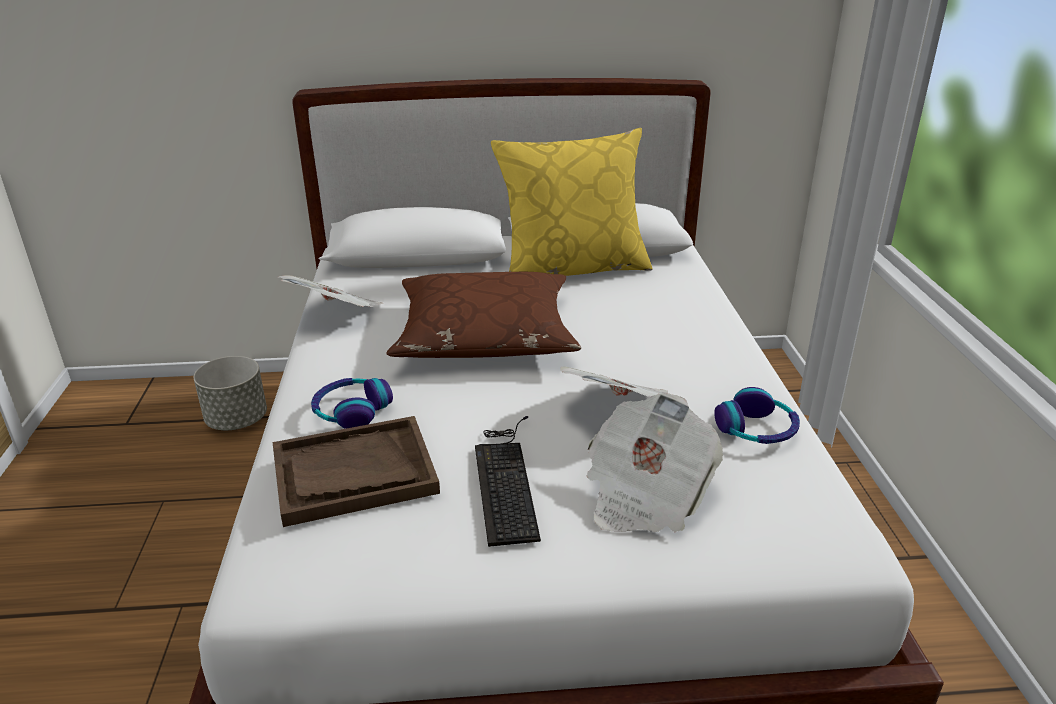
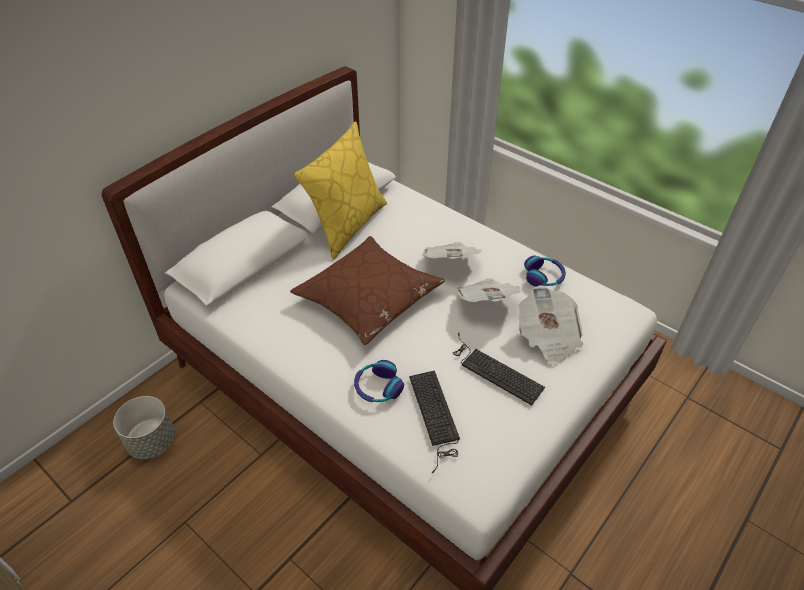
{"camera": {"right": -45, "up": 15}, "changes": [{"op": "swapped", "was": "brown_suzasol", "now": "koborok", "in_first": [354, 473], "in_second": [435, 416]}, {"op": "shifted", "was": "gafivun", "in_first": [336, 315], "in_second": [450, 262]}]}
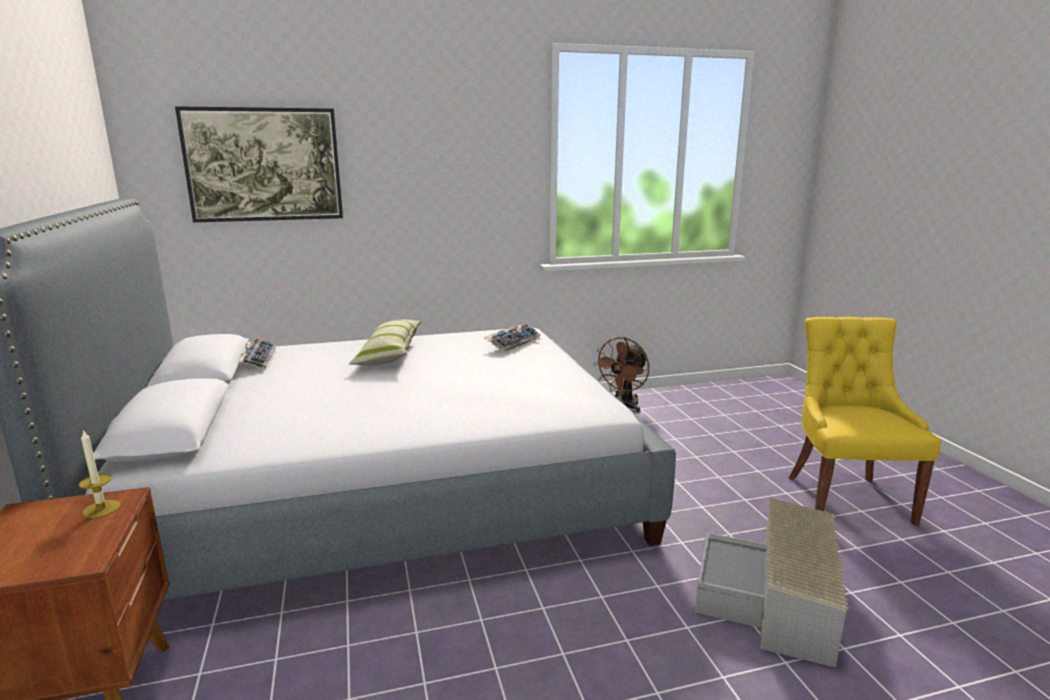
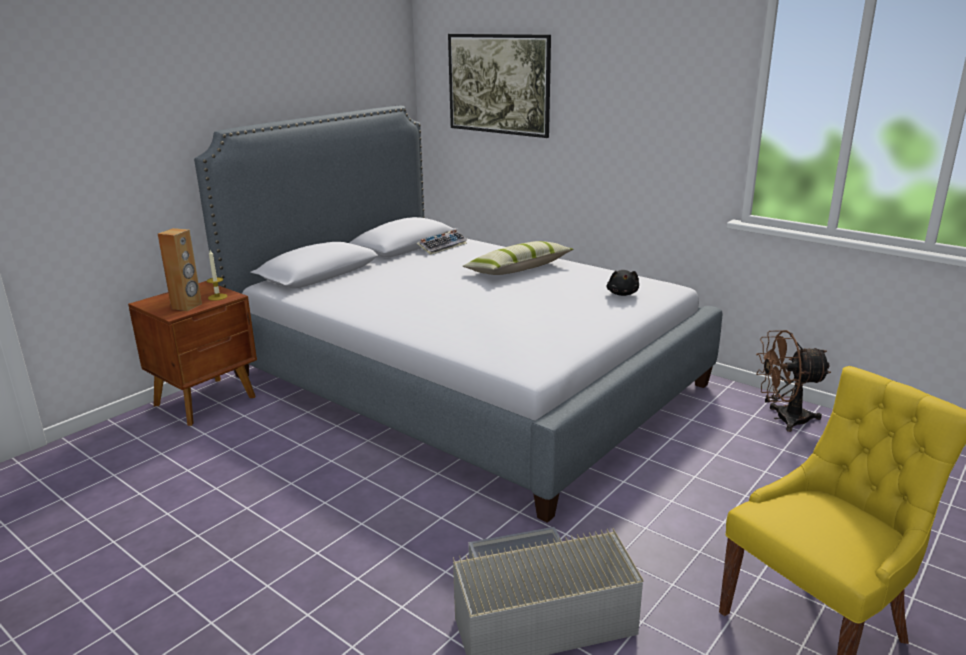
{"camera": {"right": 55, "up": 5}, "changes": [{"op": "swapped", "was": "koborok", "now": "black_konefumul", "in_first": [513, 343], "in_second": [622, 294]}, {"op": "new", "now": "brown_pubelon", "in_second": [187, 306]}]}
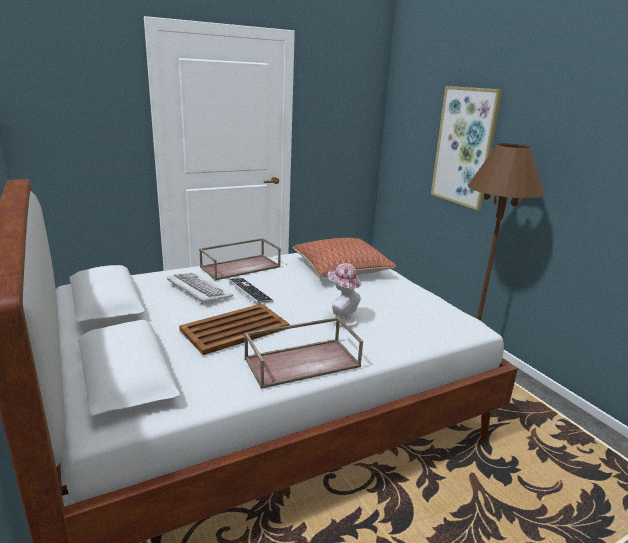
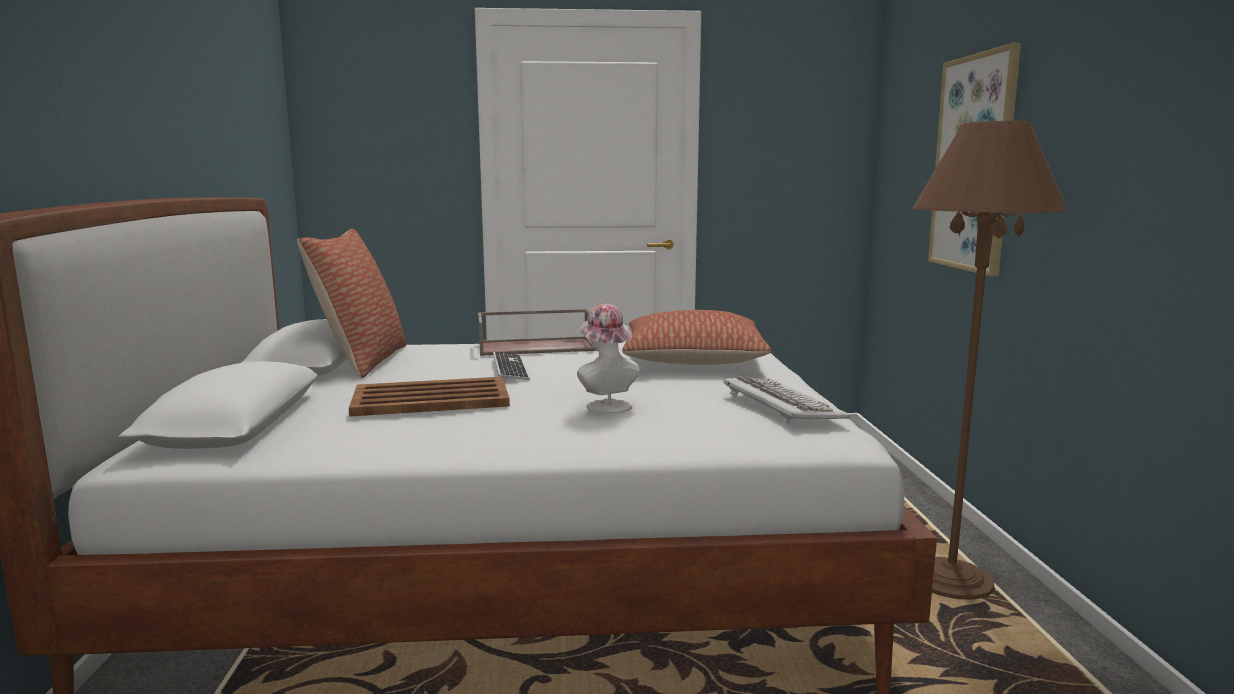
{"camera": {"right": 25, "up": -10}, "changes": [{"op": "shifted", "was": "koborok", "in_first": [198, 290], "in_second": [780, 405]}, {"op": "gone", "was": "brown_suzasol", "in_first": [303, 361]}, {"op": "new", "now": "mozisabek", "in_second": [362, 361]}]}
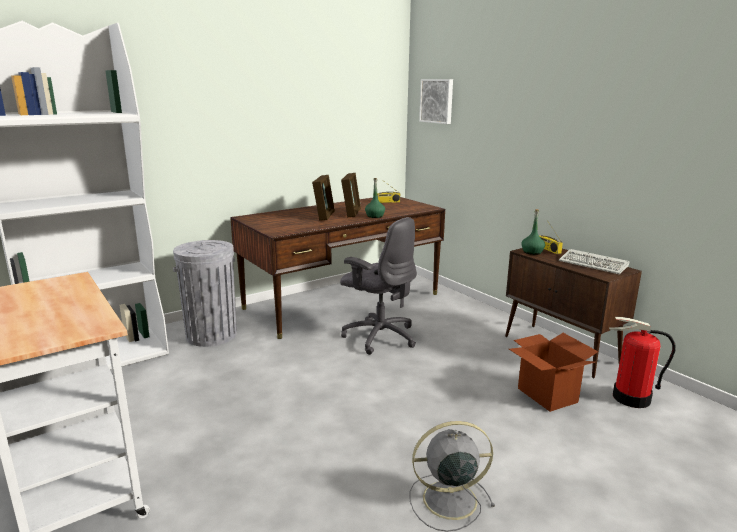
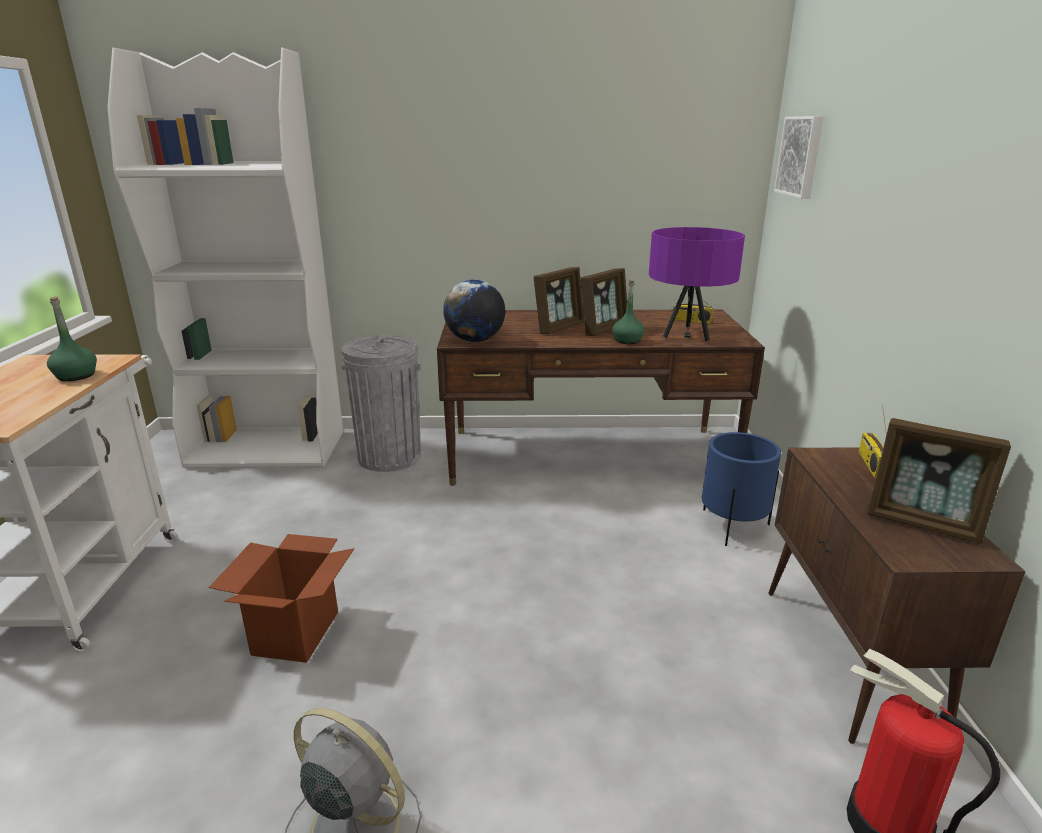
{"camera": {"right": 35, "up": 5}, "changes": [{"op": "gone", "was": "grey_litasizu", "in_first": [379, 336]}, {"op": "shifted", "was": "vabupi", "in_first": [547, 395], "in_second": [296, 632]}, {"op": "shifted", "was": "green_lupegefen", "in_first": [532, 252], "in_second": [76, 376]}, {"op": "swapped", "was": "koborok", "now": "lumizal", "in_first": [594, 264], "in_second": [923, 523]}, {"op": "new", "now": "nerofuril", "in_second": [475, 340]}, {"op": "new", "now": "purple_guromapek", "in_second": [687, 334]}, {"op": "new", "now": "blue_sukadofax", "in_second": [732, 526]}]}
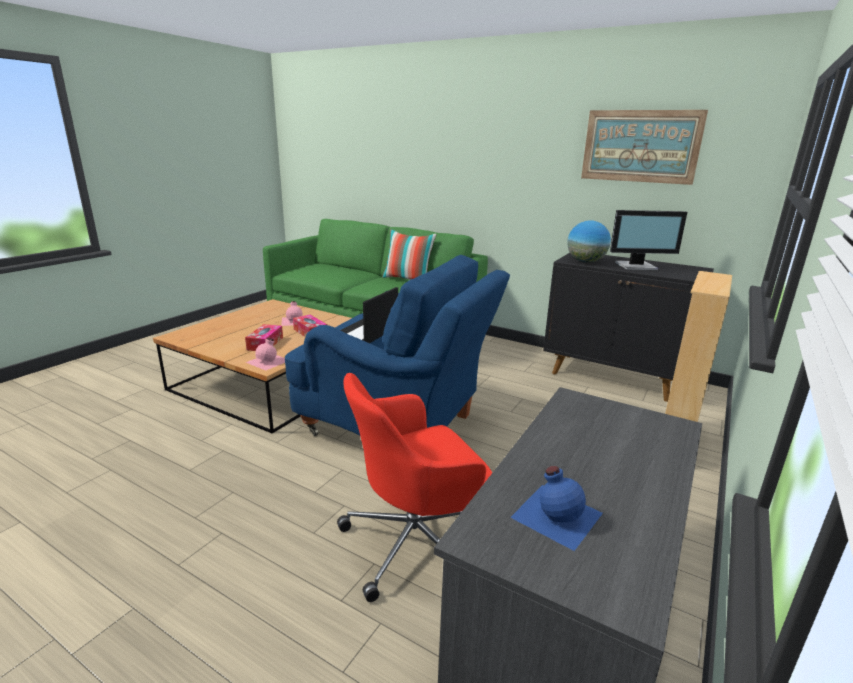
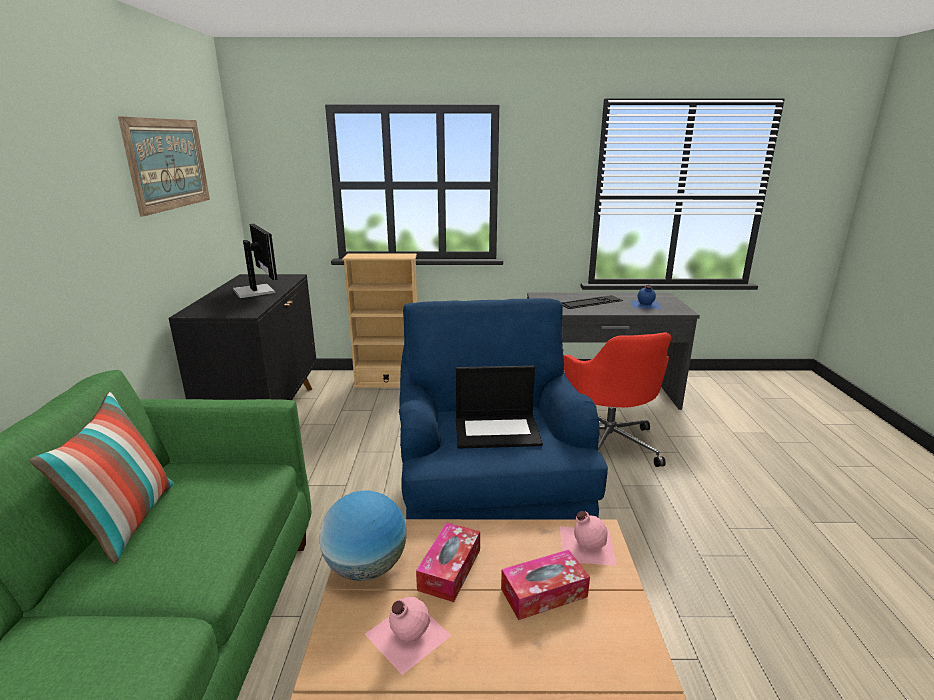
{"camera": {"right": -120, "up": 0}, "changes": [{"op": "rotated", "was": "red_litasizu", "in_first": [416, 543], "in_second": [608, 444], "clockwise": 45}, {"op": "shifted", "was": "nerofuril", "in_first": [585, 262], "in_second": [366, 568]}, {"op": "new", "now": "koborok", "in_second": [591, 302]}]}
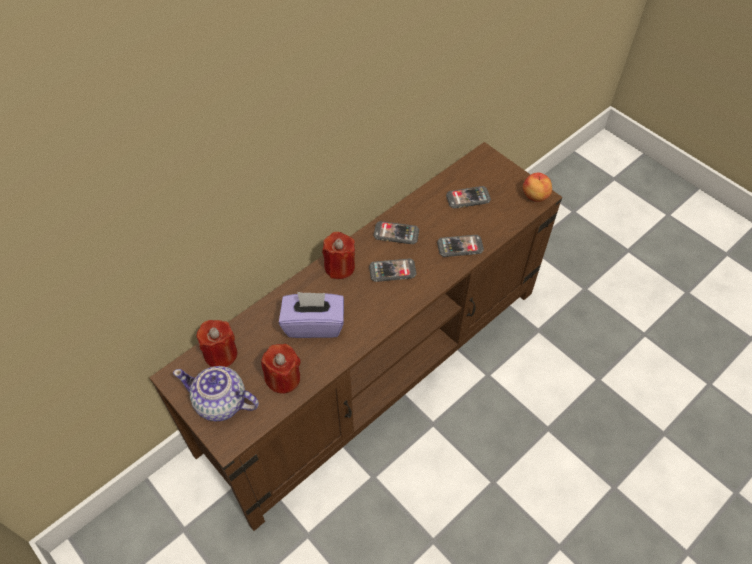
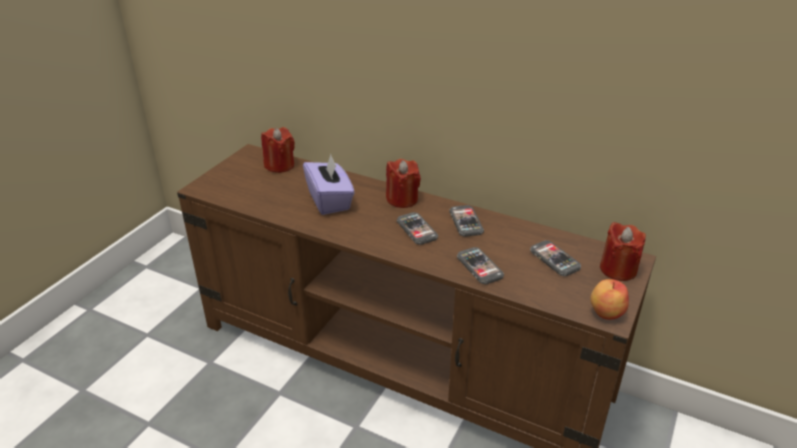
{"camera": {"right": 70, "up": -20}, "changes": [{"op": "gone", "was": "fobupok", "in_first": [221, 403]}, {"op": "shifted", "was": "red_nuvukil", "in_first": [283, 378], "in_second": [618, 269]}]}
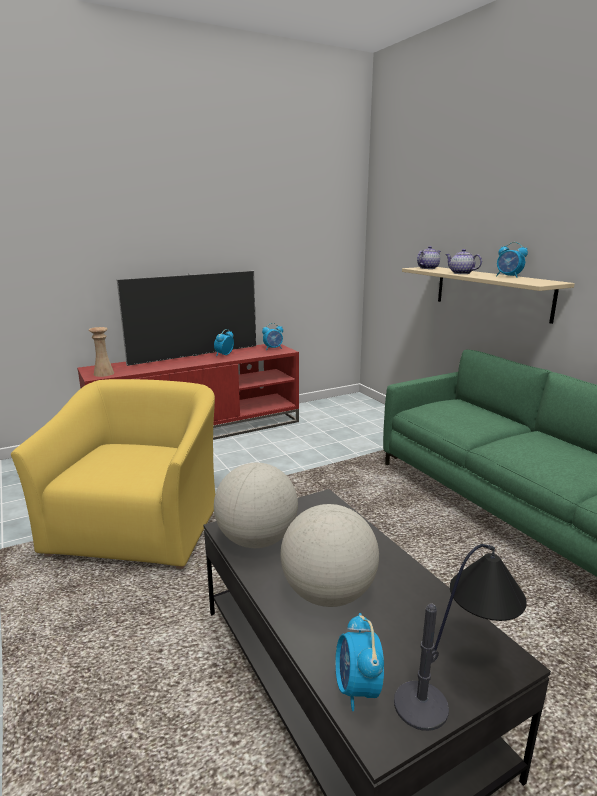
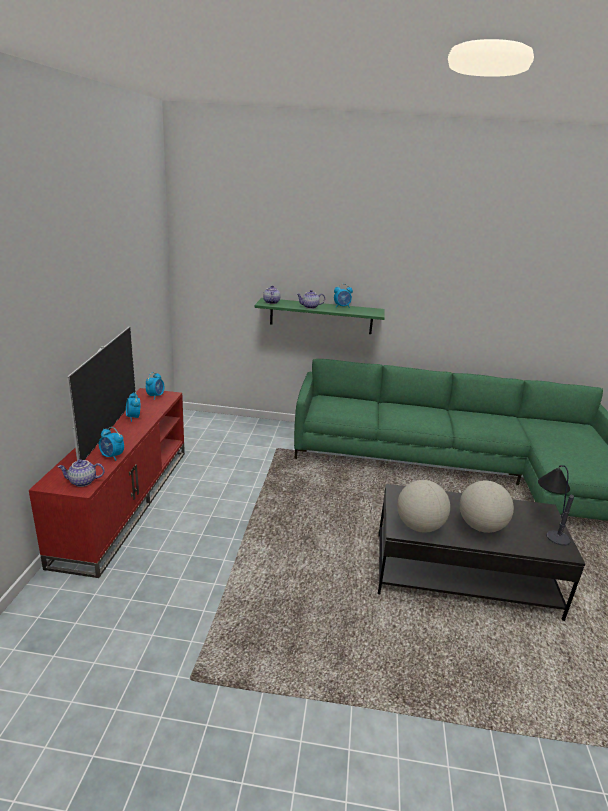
{"camera": {"right": -55, "up": 5}, "changes": [{"op": "gone", "was": "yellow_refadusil", "in_first": [139, 527]}, {"op": "swapped", "was": "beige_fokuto", "now": "fobupok", "in_first": [104, 373], "in_second": [82, 482]}, {"op": "shifted", "was": "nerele", "in_first": [357, 689], "in_second": [112, 456]}, {"op": "repainted", "was": "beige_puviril", "now": "green_puviril", "in_first": [491, 292], "in_second": [321, 316]}]}
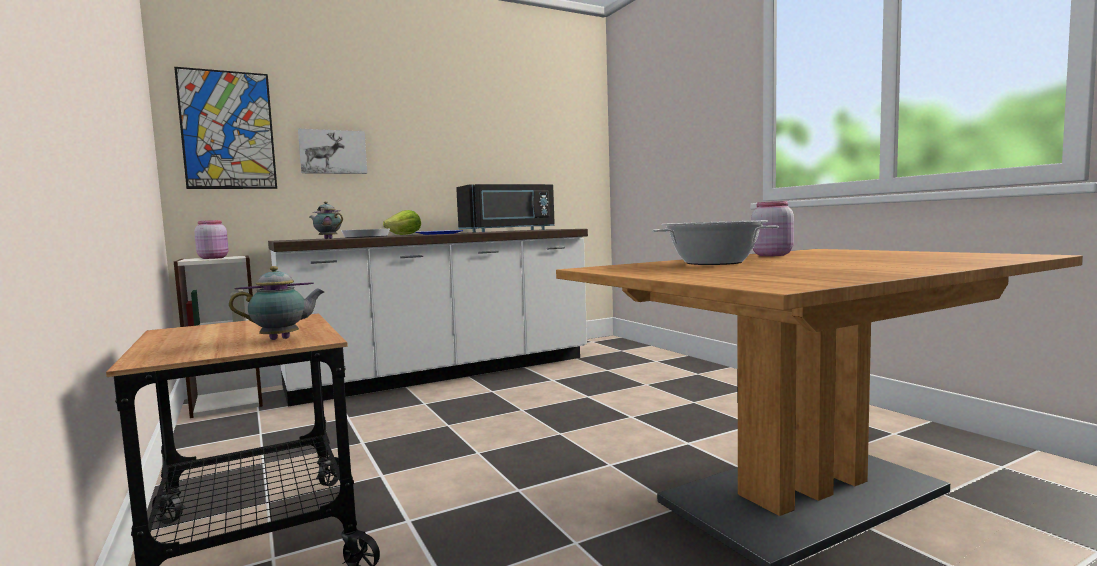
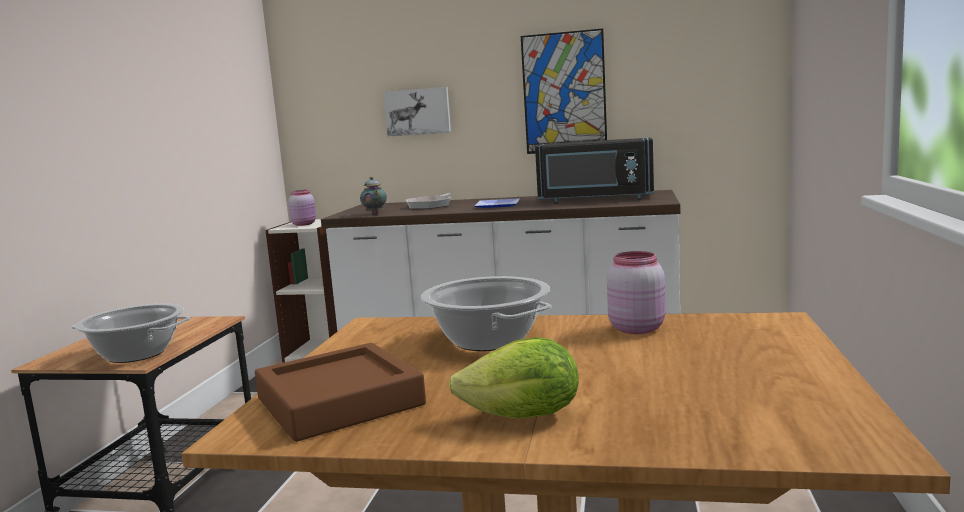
{"camera": {"right": 40, "up": 5}, "changes": [{"op": "shifted", "was": "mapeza", "in_first": [228, 130], "in_second": [564, 92]}, {"op": "swapped", "was": "fobupok", "now": "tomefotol", "in_first": [283, 339], "in_second": [136, 354]}, {"op": "shifted", "was": "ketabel", "in_first": [405, 235], "in_second": [524, 417]}, {"op": "new", "now": "brown_suzasol", "in_second": [339, 402]}]}
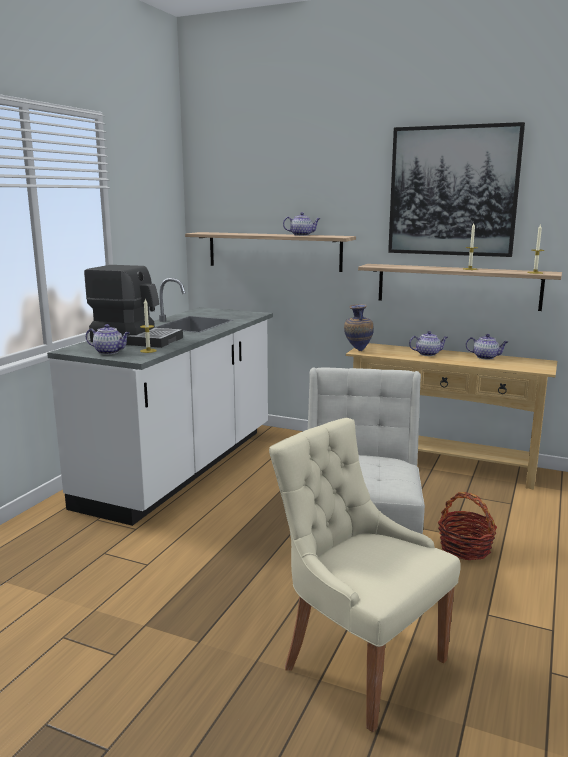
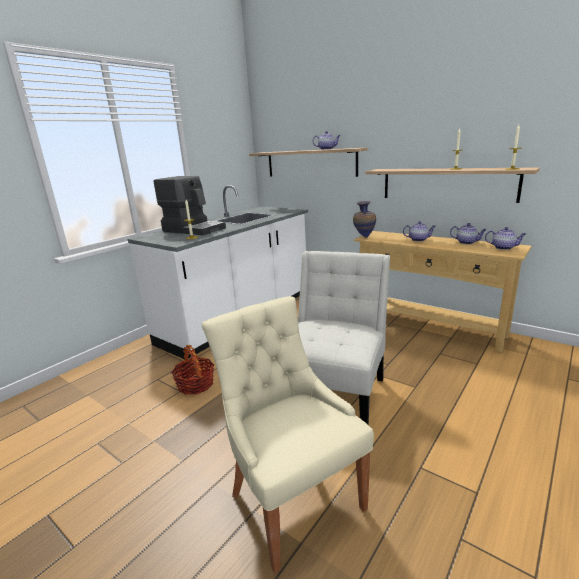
{"camera": {"right": 15, "up": 5}, "changes": [{"op": "shifted", "was": "fobupok", "in_first": [109, 352], "in_second": [504, 248]}, {"op": "gone", "was": "mapeza", "in_first": [453, 191]}, {"op": "shifted", "was": "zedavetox", "in_first": [465, 548], "in_second": [195, 384]}]}
